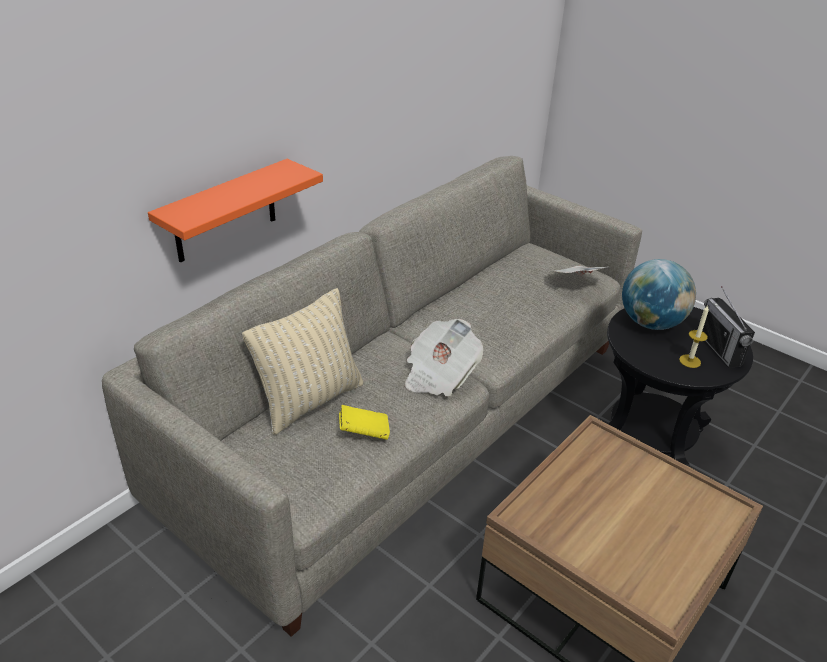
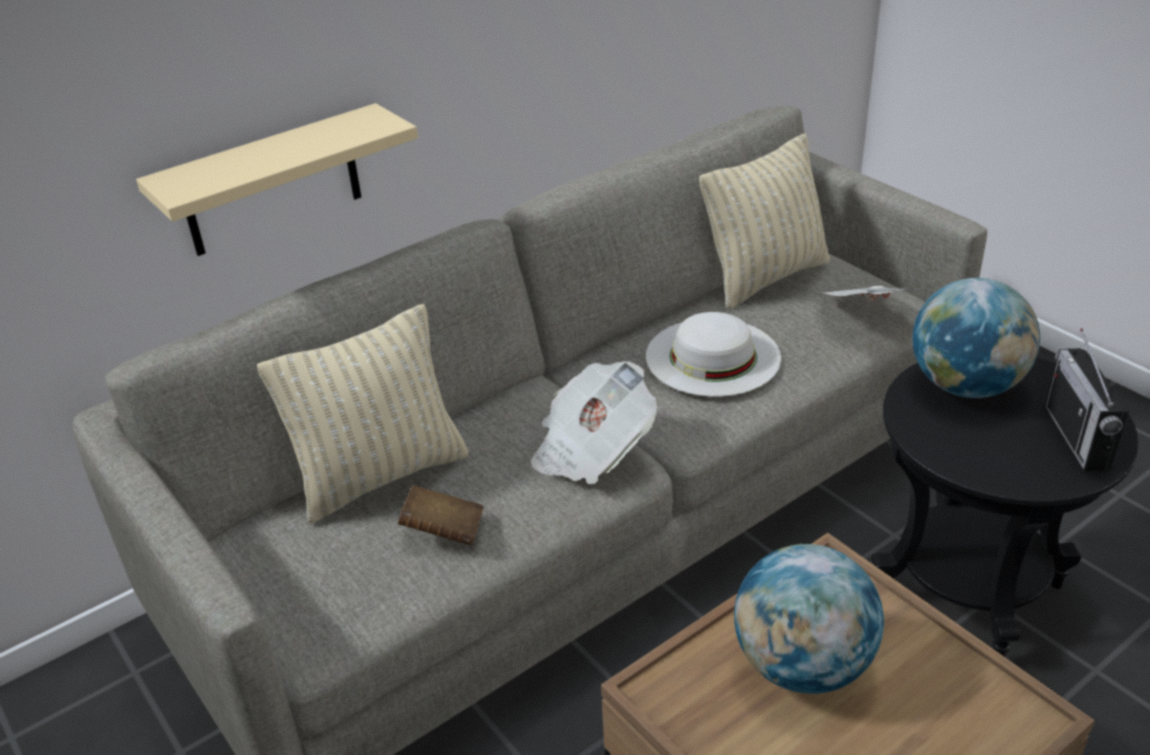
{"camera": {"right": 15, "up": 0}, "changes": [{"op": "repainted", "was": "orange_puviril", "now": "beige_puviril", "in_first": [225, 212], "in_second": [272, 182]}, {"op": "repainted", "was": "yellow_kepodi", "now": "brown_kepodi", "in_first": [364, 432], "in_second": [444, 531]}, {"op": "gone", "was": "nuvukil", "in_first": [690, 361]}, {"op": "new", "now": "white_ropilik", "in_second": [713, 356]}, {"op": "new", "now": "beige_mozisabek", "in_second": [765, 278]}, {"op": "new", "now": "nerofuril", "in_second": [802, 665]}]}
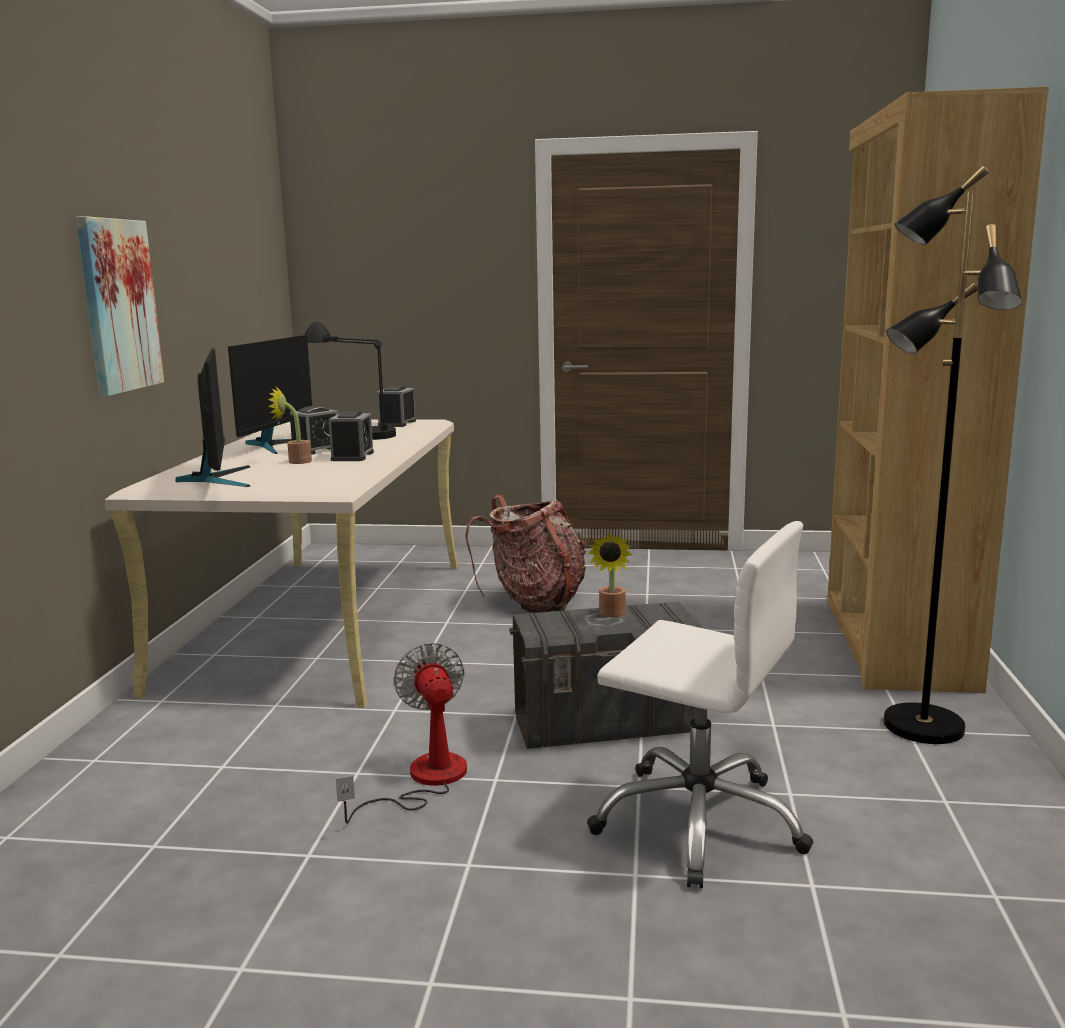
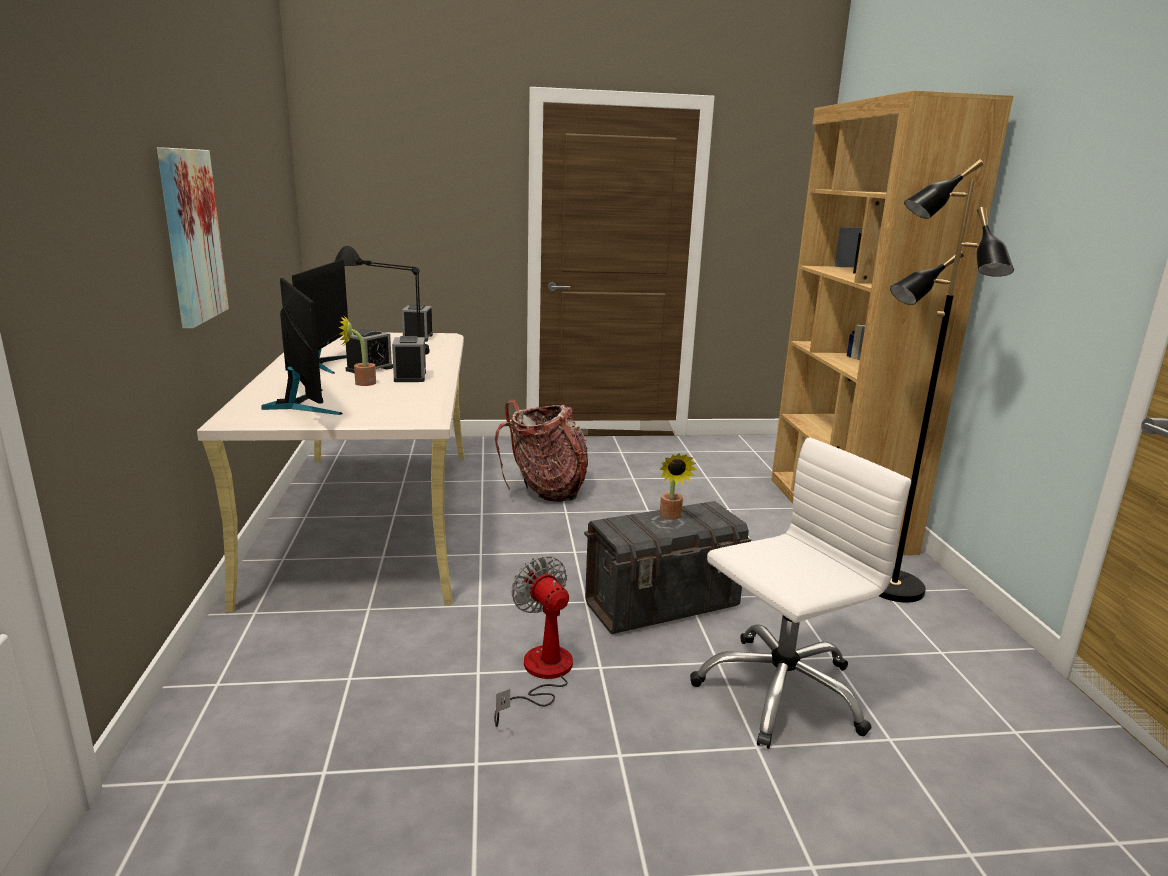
{"camera": {"right": -15, "up": 5}, "changes": [{"op": "rotated", "was": "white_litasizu", "in_first": [699, 822], "in_second": [780, 690], "clockwise": -45}]}
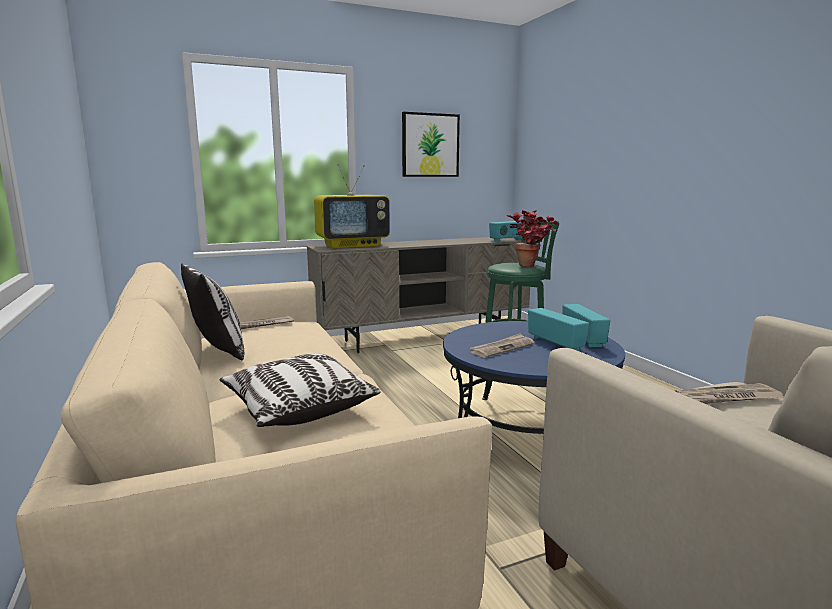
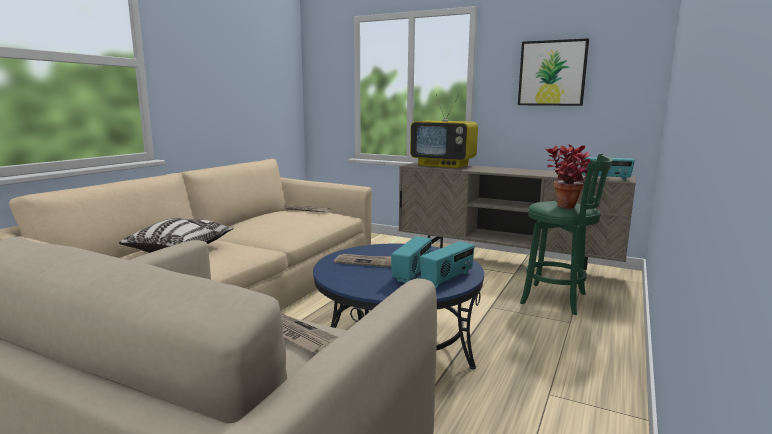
{"camera": {"right": 50, "up": 0}, "changes": [{"op": "gone", "was": "mozisabek", "in_first": [218, 350]}]}
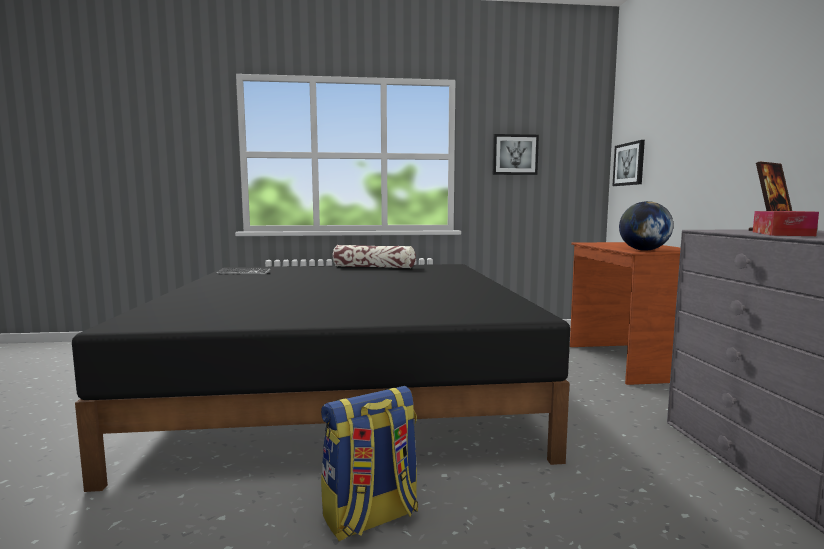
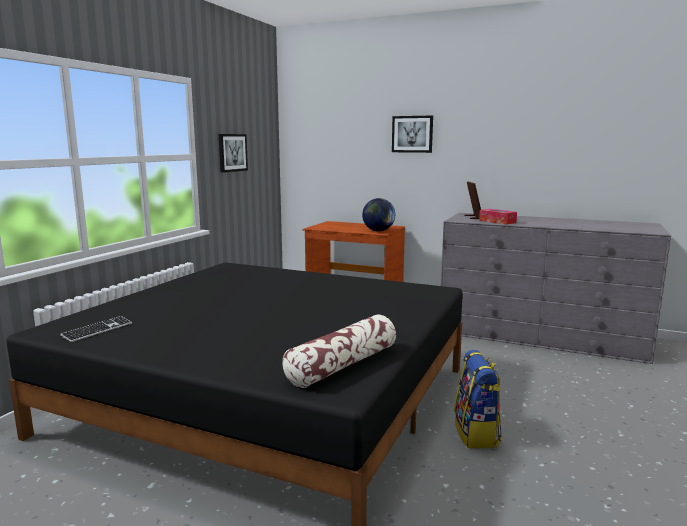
{"camera": {"right": -60, "up": 5}, "changes": [{"op": "shifted", "was": "mozisabek", "in_first": [374, 267], "in_second": [343, 365]}, {"op": "shifted", "was": "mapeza", "in_first": [629, 164], "in_second": [412, 134]}]}
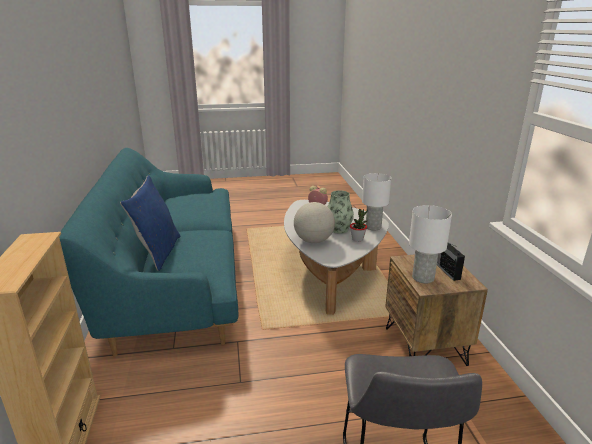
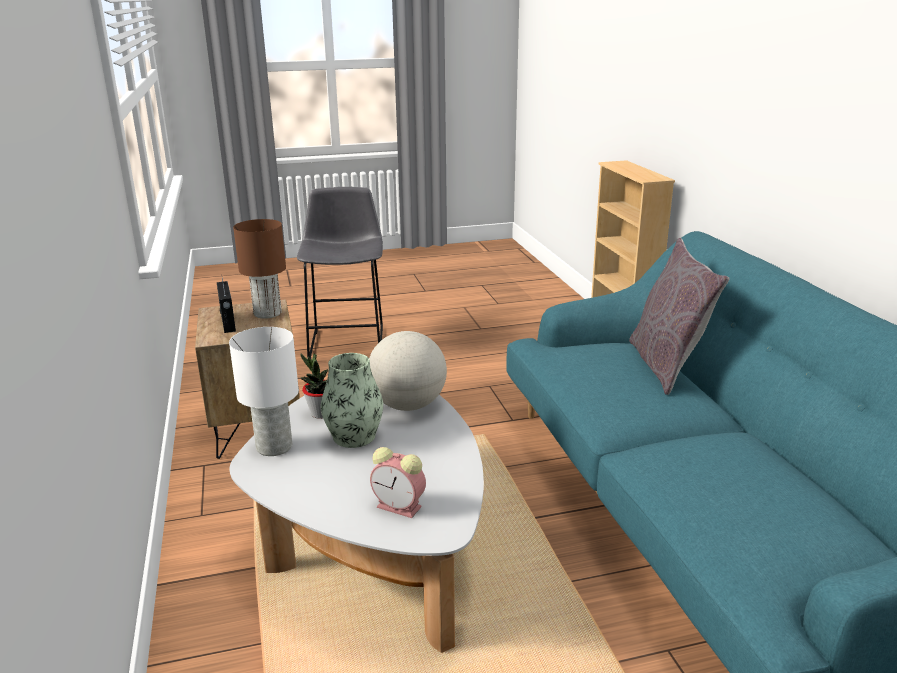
{"camera": {"right": 175, "up": 0}, "changes": [{"op": "repainted", "was": "blue_mozisabek", "now": "grey_mozisabek", "in_first": [158, 252], "in_second": [667, 365]}, {"op": "repainted", "was": "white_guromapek", "now": "brown_guromapek", "in_first": [422, 278], "in_second": [268, 313]}]}
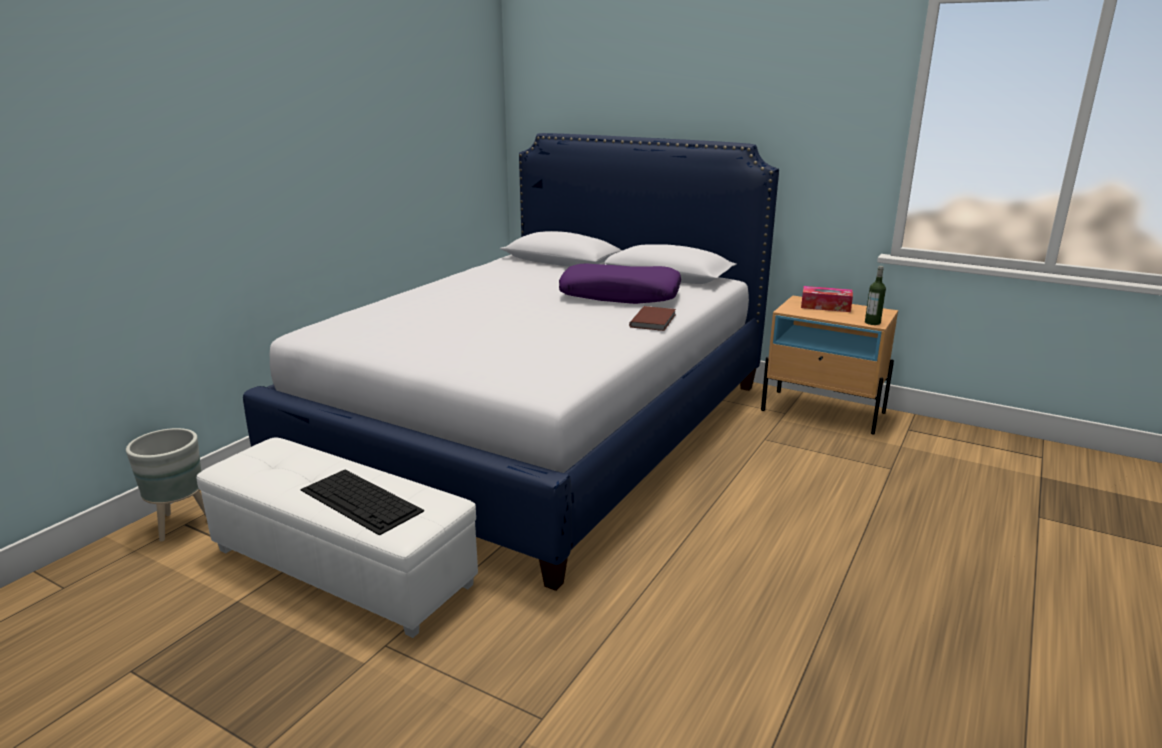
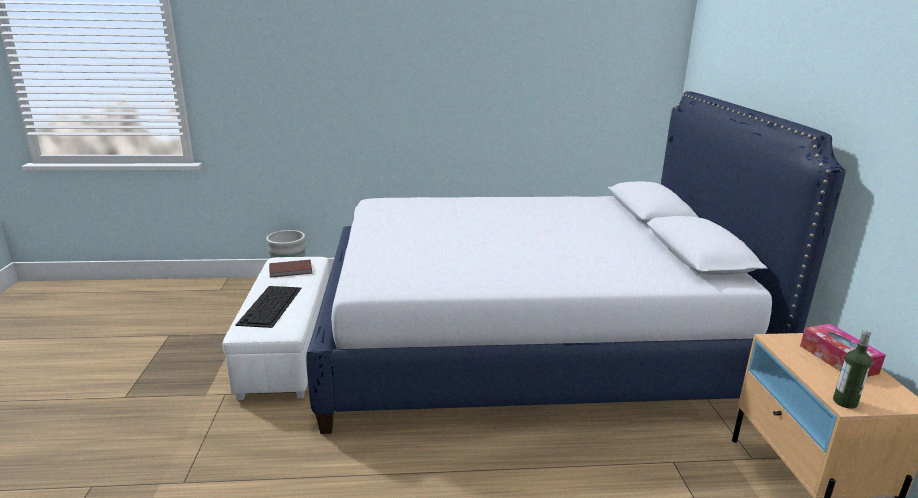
{"camera": {"right": 55, "up": 0}, "changes": [{"op": "gone", "was": "purple_mozisabek", "in_first": [620, 295]}, {"op": "shifted", "was": "brown_kepodi", "in_first": [654, 320], "in_second": [291, 270]}]}
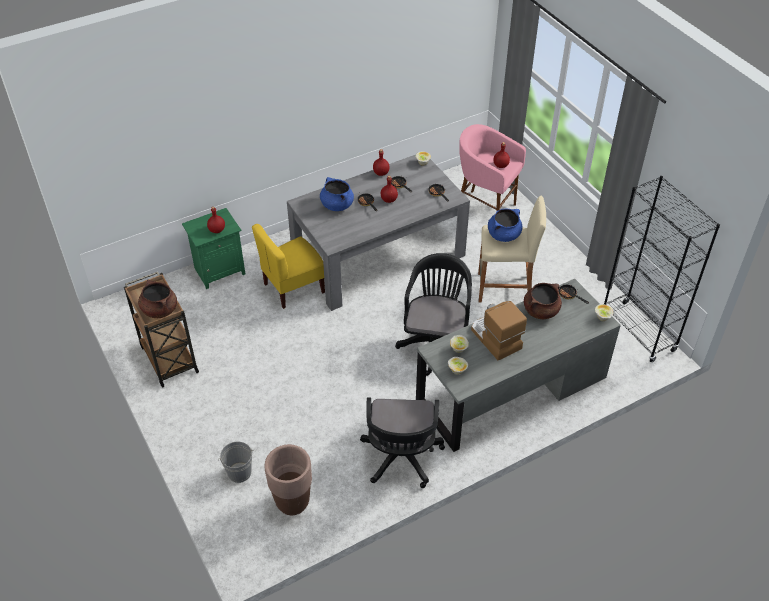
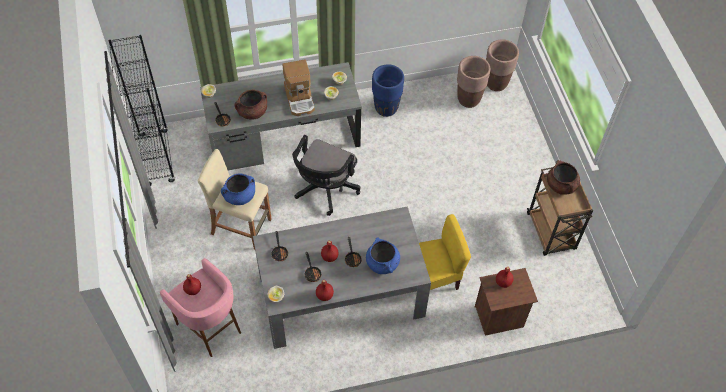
{"camera": {"right": -165, "up": 10}, "changes": [{"op": "repainted", "was": "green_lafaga", "now": "brown_lafaga", "in_first": [219, 271], "in_second": [499, 317]}, {"op": "gone", "was": "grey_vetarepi", "in_first": [239, 472]}, {"op": "swapped", "was": "black_litasizu", "now": "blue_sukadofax", "in_first": [401, 459], "in_second": [386, 108]}, {"op": "new", "now": "brown_sukadofax", "in_second": [496, 83]}]}
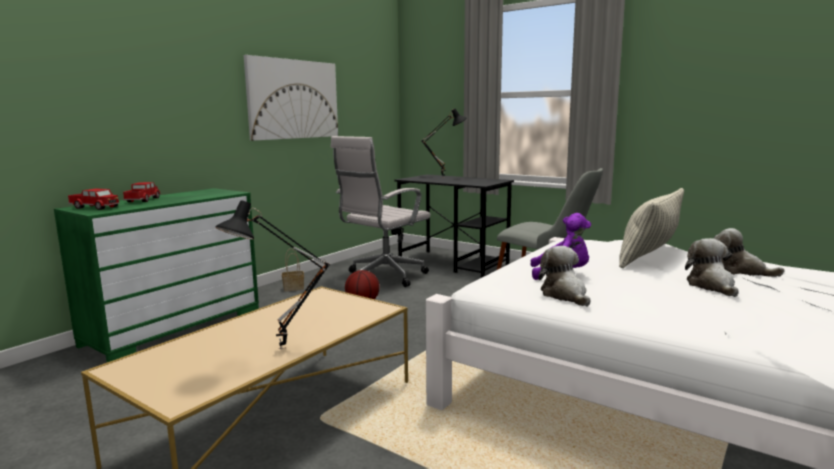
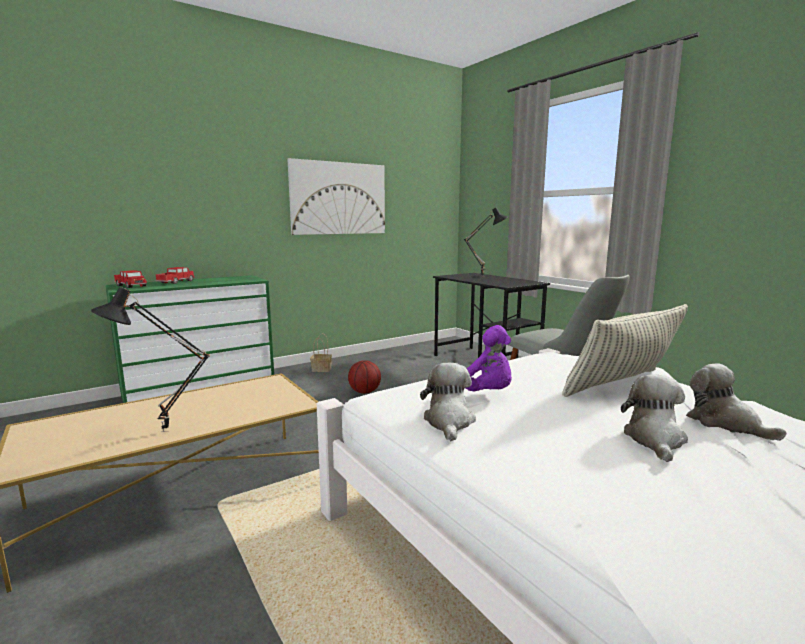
{"camera": {"right": 20, "up": 0}, "changes": [{"op": "gone", "was": "white_litasizu", "in_first": [383, 277]}]}
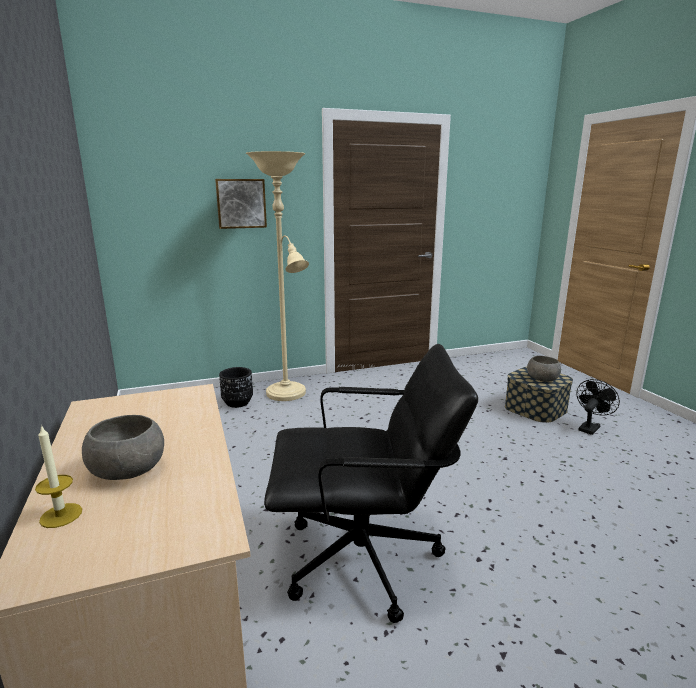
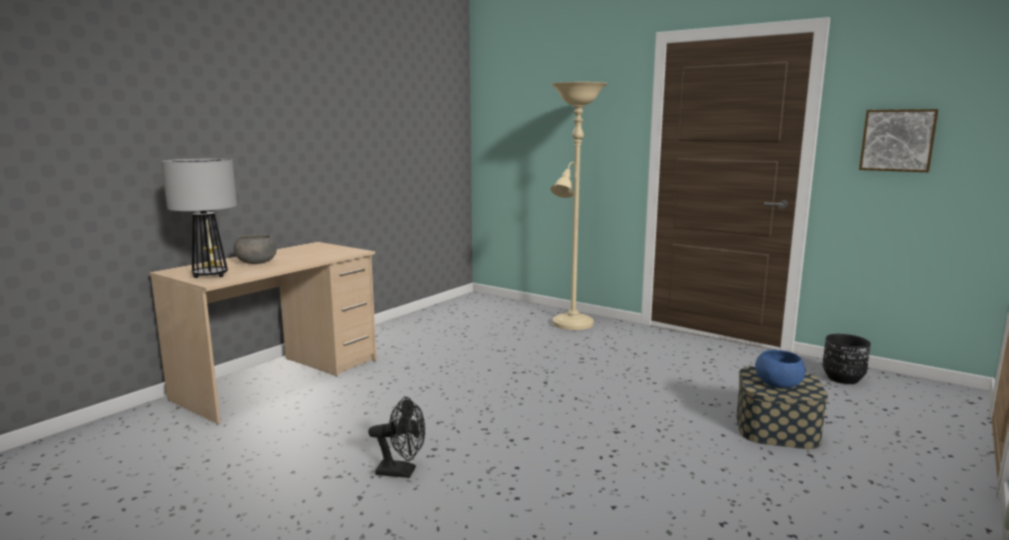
{"camera": {"right": 55, "up": -5}, "changes": [{"op": "shifted", "was": "mapeza", "in_first": [241, 203], "in_second": [897, 140]}, {"op": "shifted", "was": "black_sukadofax", "in_first": [237, 403], "in_second": [843, 379]}, {"op": "gone", "was": "black_litasizu", "in_first": [364, 560]}, {"op": "repainted", "was": "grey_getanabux", "now": "blue_getanabux", "in_first": [542, 379], "in_second": [778, 384]}, {"op": "shifted", "was": "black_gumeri", "in_first": [590, 427], "in_second": [402, 472]}, {"op": "new", "now": "guromapek", "in_second": [210, 275]}]}
